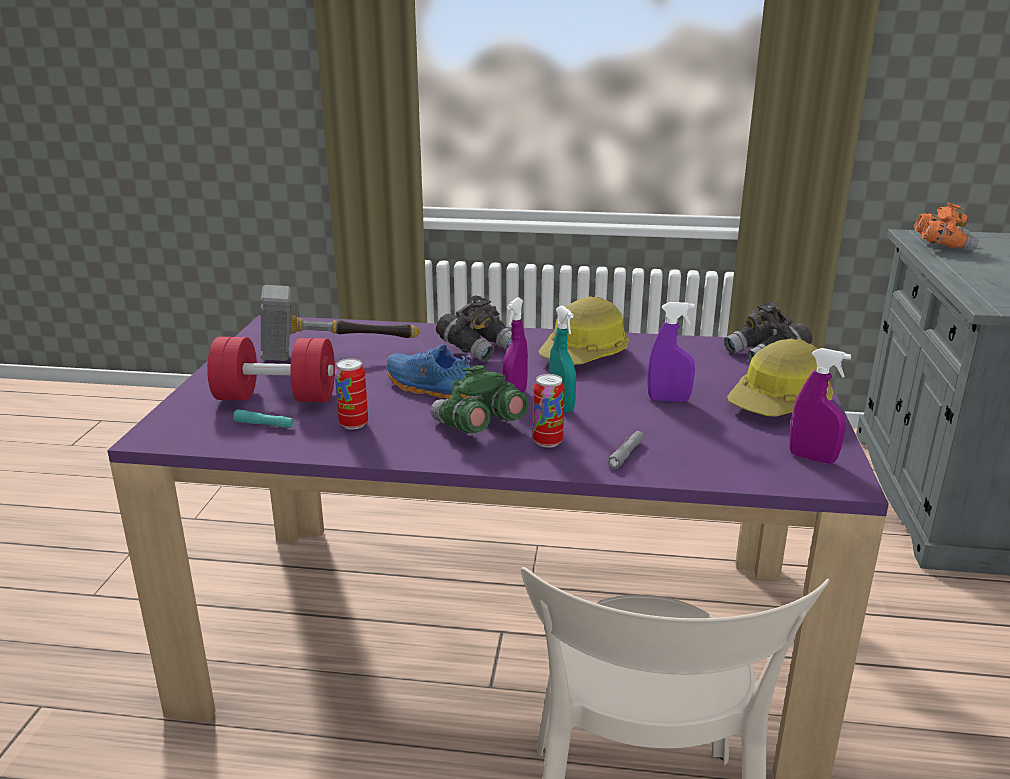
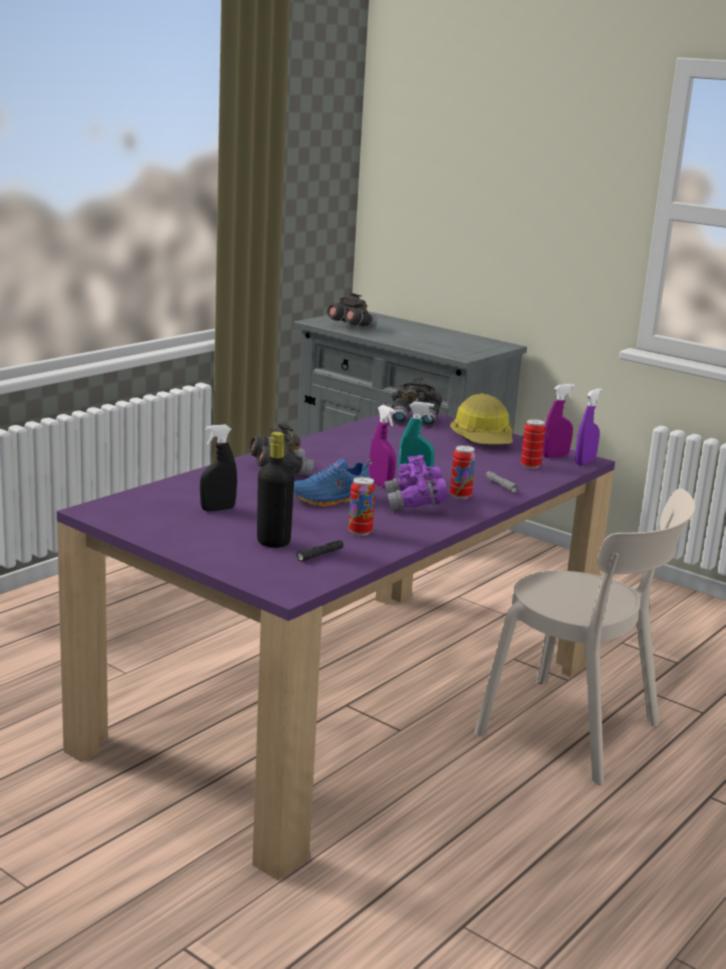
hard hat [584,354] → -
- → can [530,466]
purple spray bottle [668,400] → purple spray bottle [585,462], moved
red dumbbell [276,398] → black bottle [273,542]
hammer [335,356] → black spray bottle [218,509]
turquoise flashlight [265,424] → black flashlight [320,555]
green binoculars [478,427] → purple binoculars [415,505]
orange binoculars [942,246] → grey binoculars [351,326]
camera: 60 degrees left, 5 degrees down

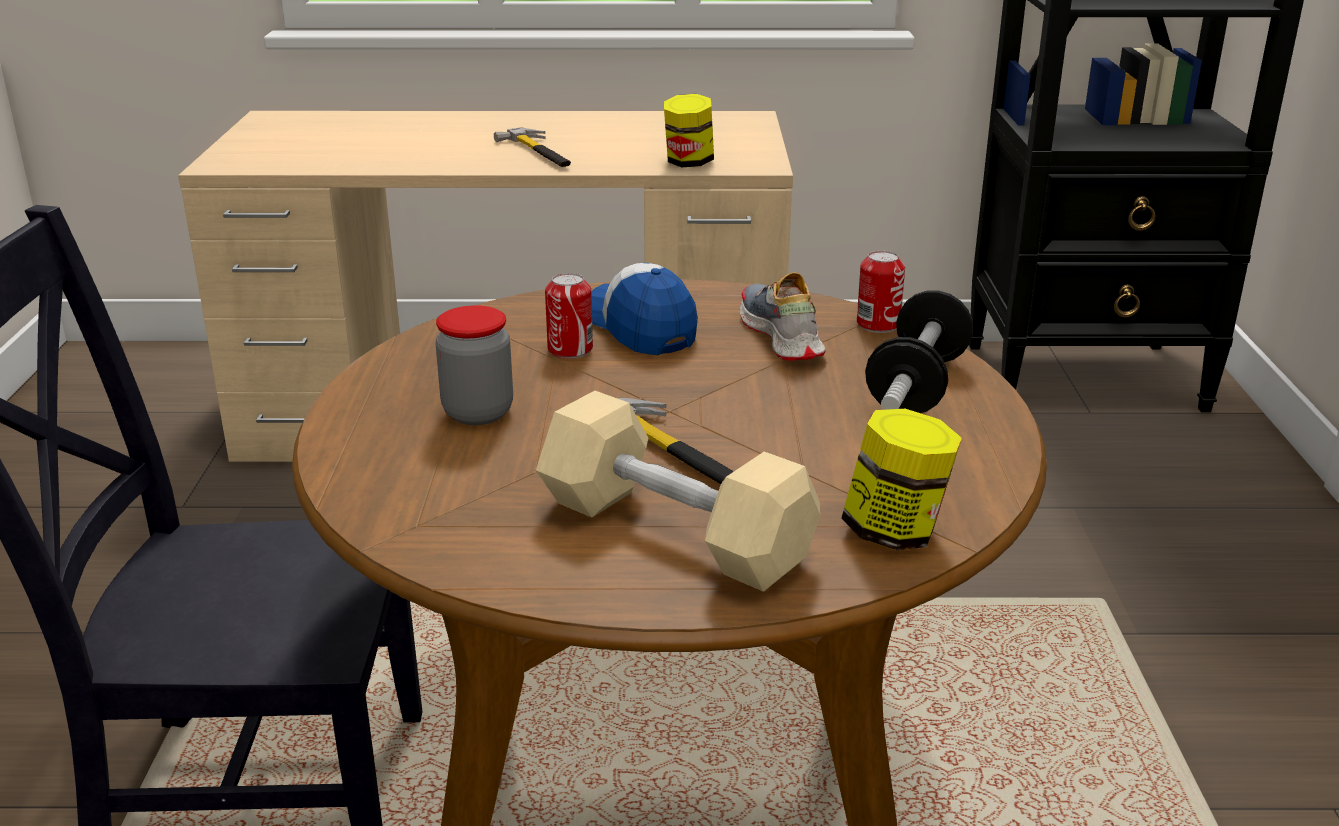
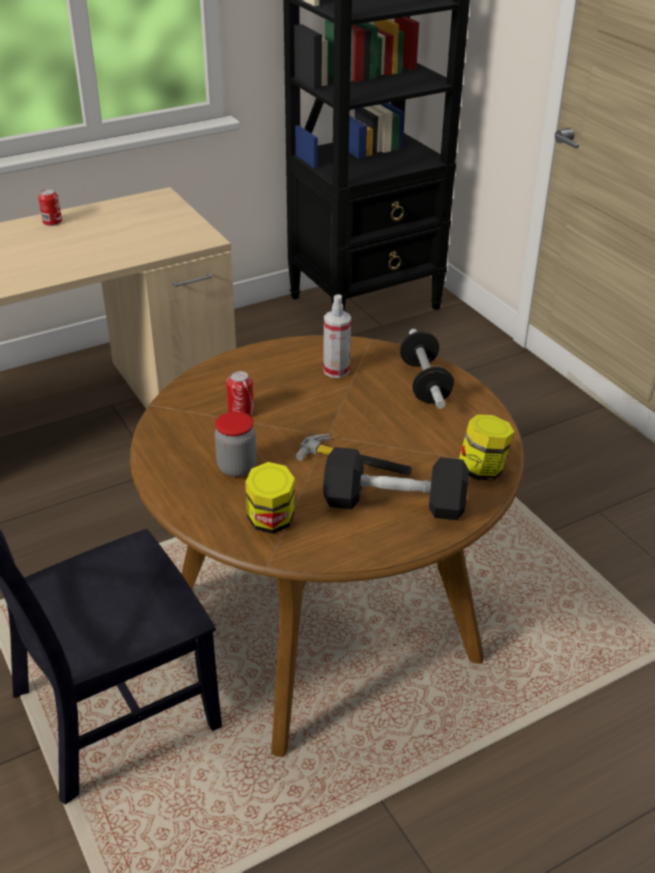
hammer [539,153] → -
cap [639,328] → -
jar [688,163] → jar [271,521], moved
can [878,324] → can [52,222], moved
shoe [780,336] → spray bottle [336,370]
beige dumbbell [674,531] → black dumbbell [394,503]
camera: 30 degrees left, 10 degrees up

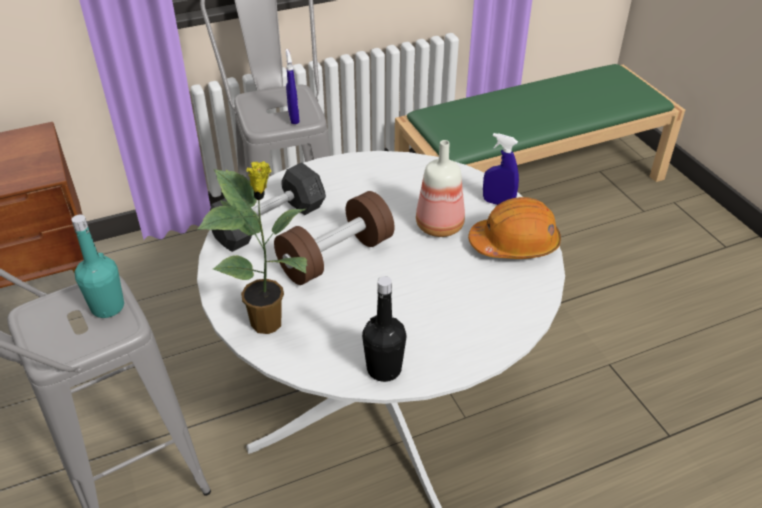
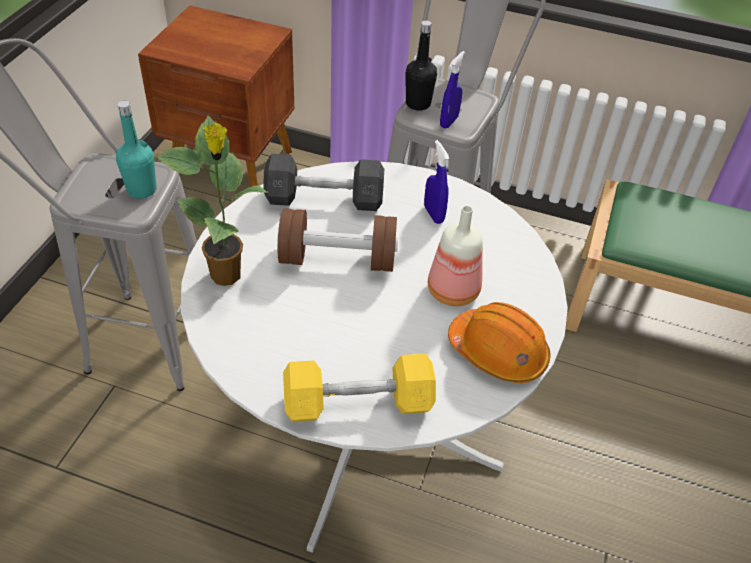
- → yellow dumbbell [358,403]
black bottle [384,369] → black bottle [418,104], moved
blue spray bottle [498,203] → blue spray bottle [433,214], moved
camera: 40 degrees right, 5 degrees up

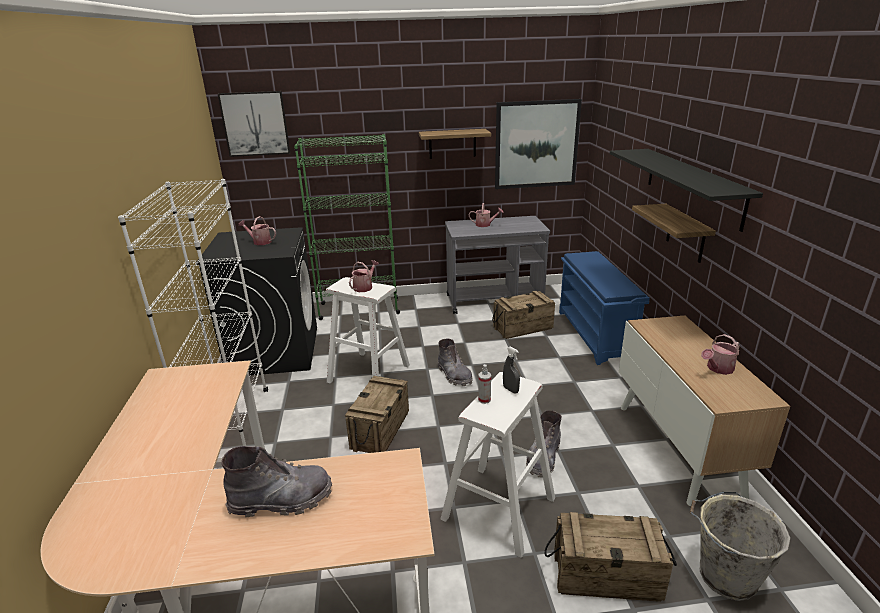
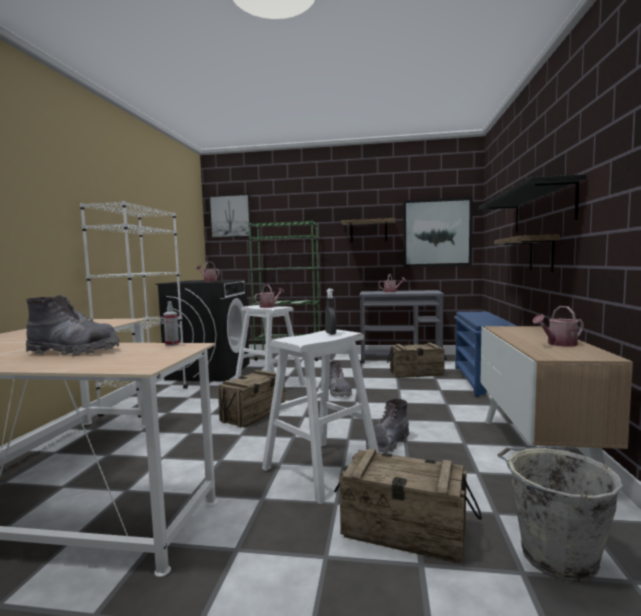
spray bottle [484,399] → spray bottle [172,344], moved
camera: 15 degrees right, 20 degrees down

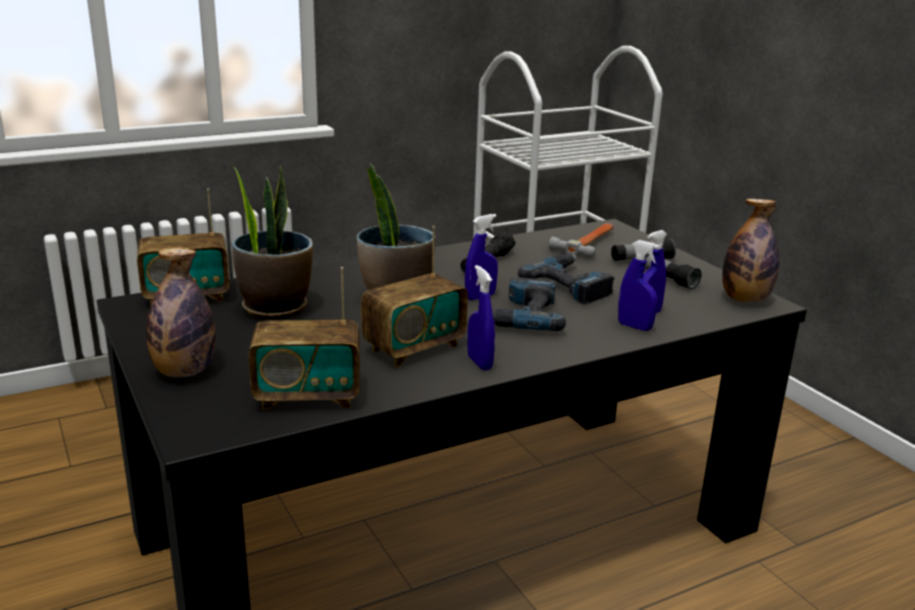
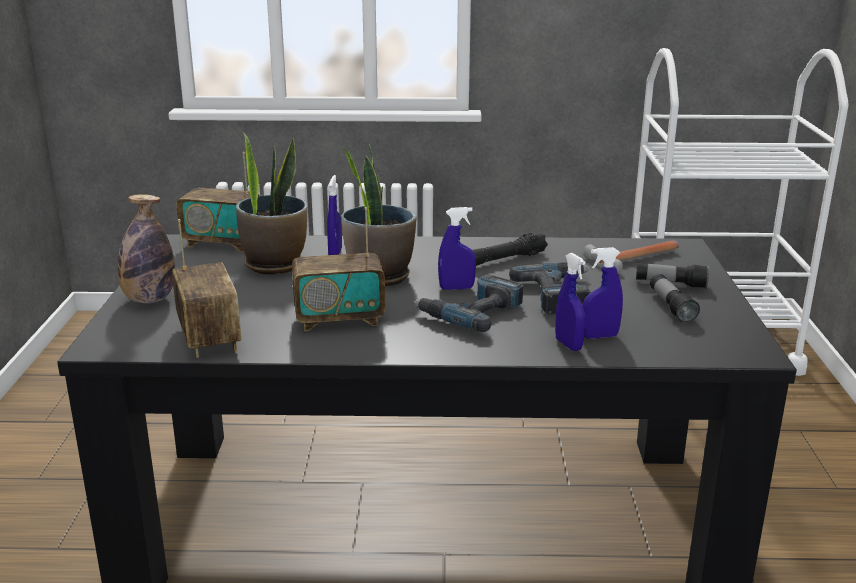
bottle [745,299] → -
blue spray bottle [479,363] → blue spray bottle [335,253], moved
radio [308,396] → radio [209,338], 135 degrees counterclockwise
camera: 30 degrees right, 0 degrees up

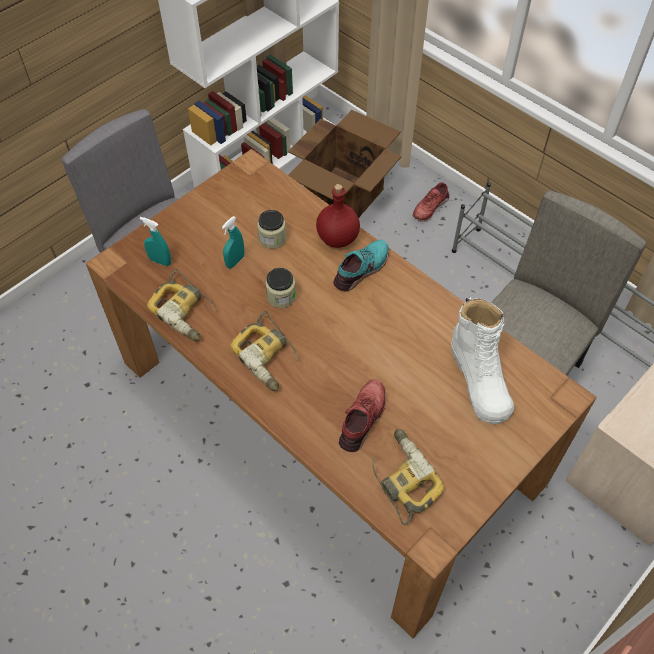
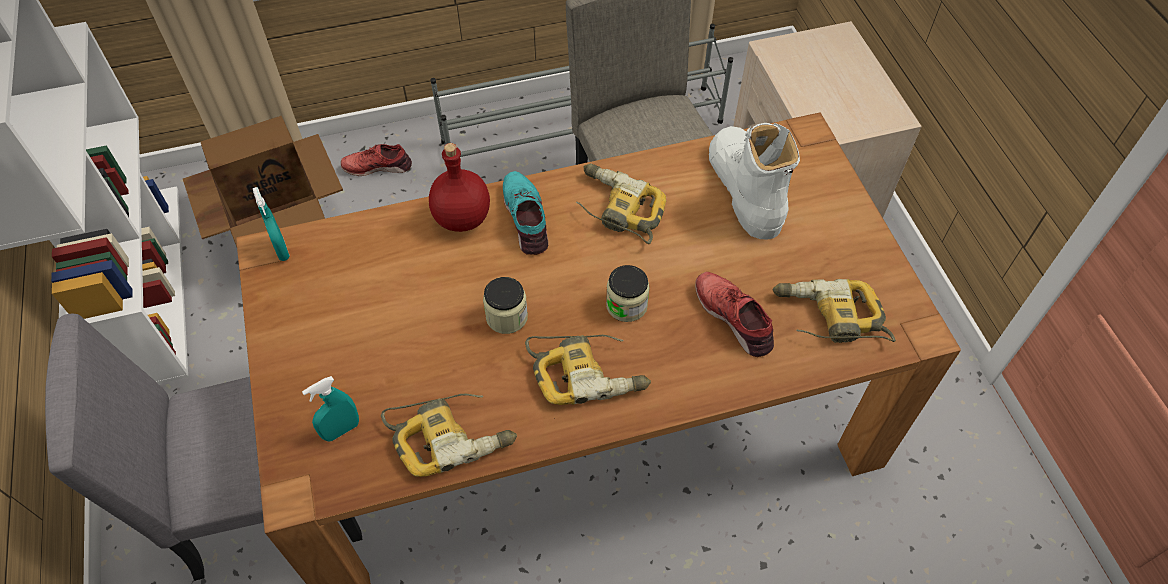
- → power drill [617,209]
turquoise spray bottle [235,261] → turquoise spray bottle [281,249], moved
jar [272,238] → jar [626,305], moved
red shoe [430,207] → red shoe [377,166], 105 degrees clockwise
white boot [479,379] → white boot [745,189], 120 degrees counterclockwise
camera: 60 degrees left, 0 degrees up

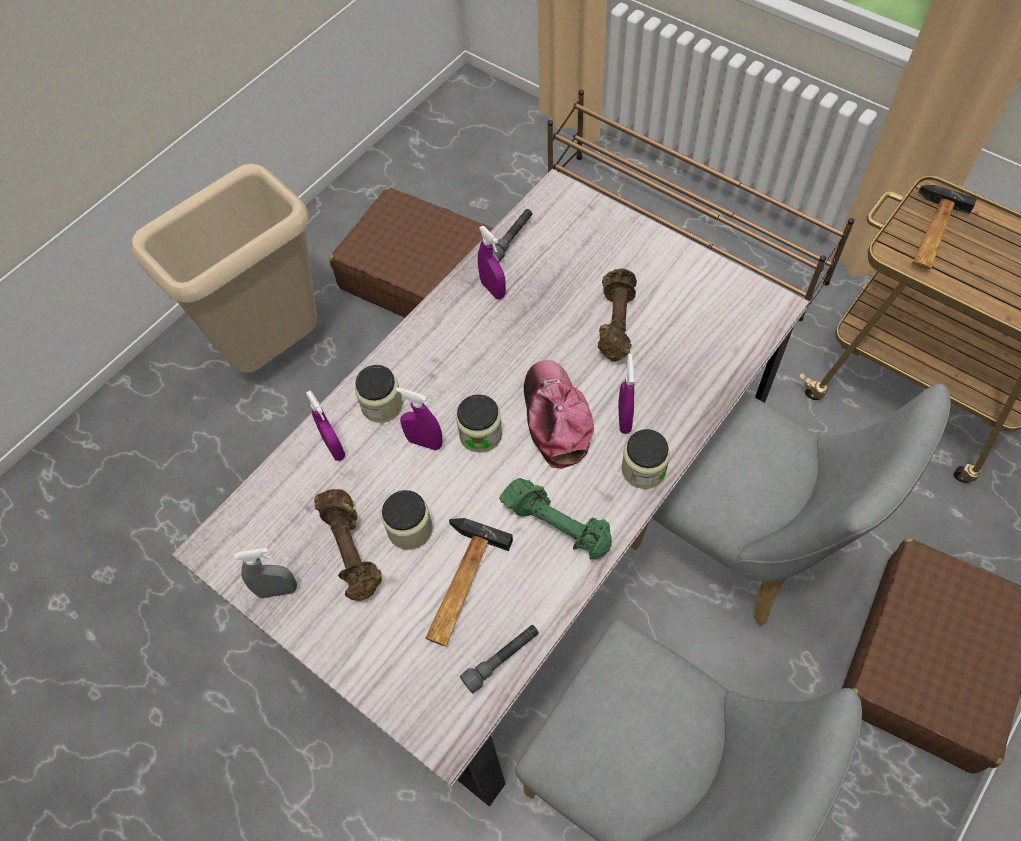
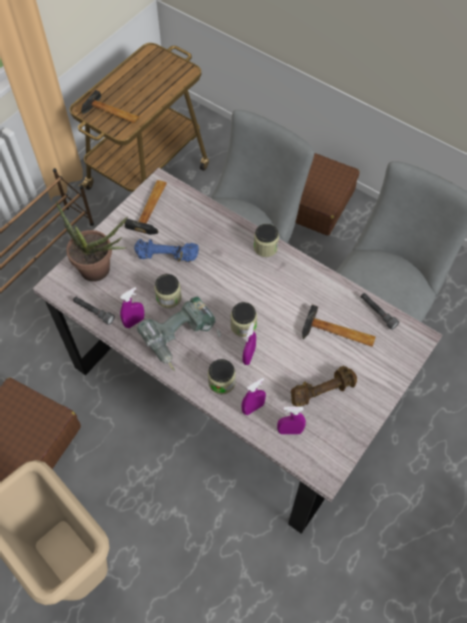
grey spray bottle [277,590] → -
green dumbbell [557,524] → -
cap [555,418] → -
- → potted plant [101,271]
- → hammer [152,208]
- → power drill [181,339]
jar [410,529] → jar [169,297], moved
purple spray bottle [624,419] → purple spray bottle [289,431], moved
brown dumbbell [615,323] → blue dumbbell [166,256]
camera: 95 degrees left, 0 degrees up

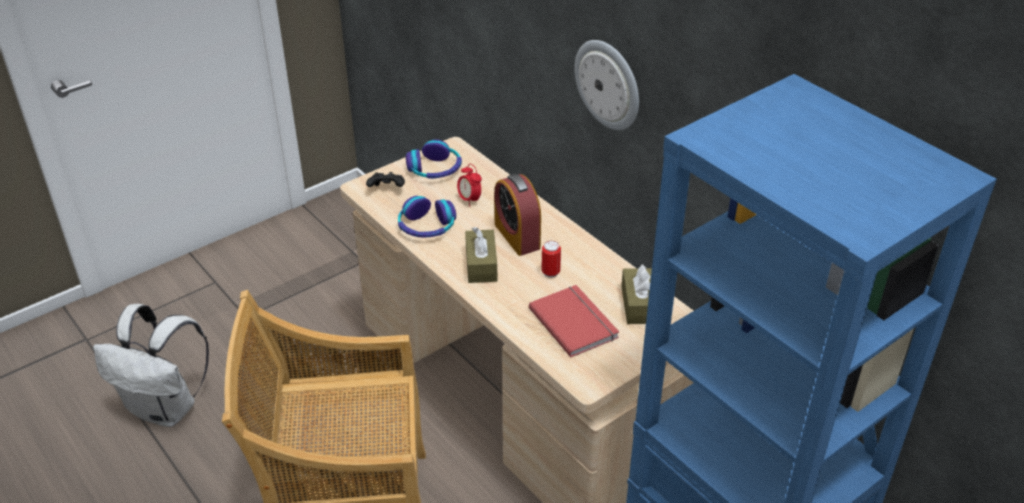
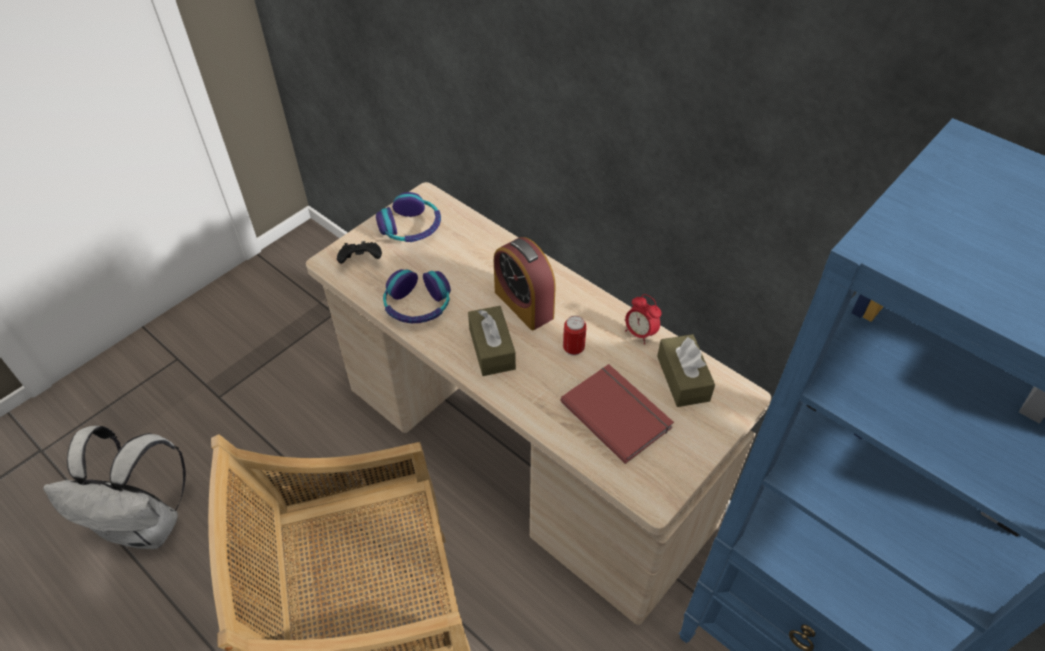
wall clock [608,84] → -
alarm clock [469,200] → alarm clock [640,333], moved
camera: 10 degrees left, 10 degrees up

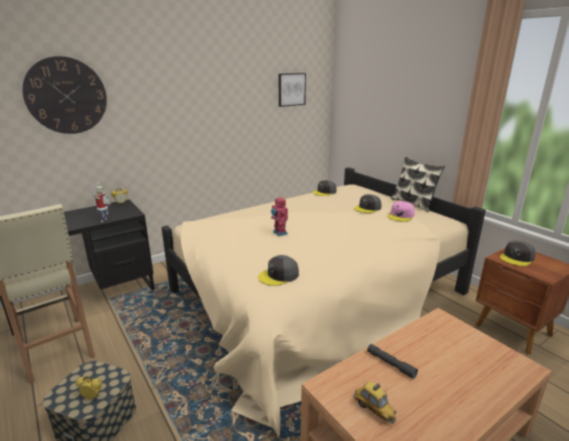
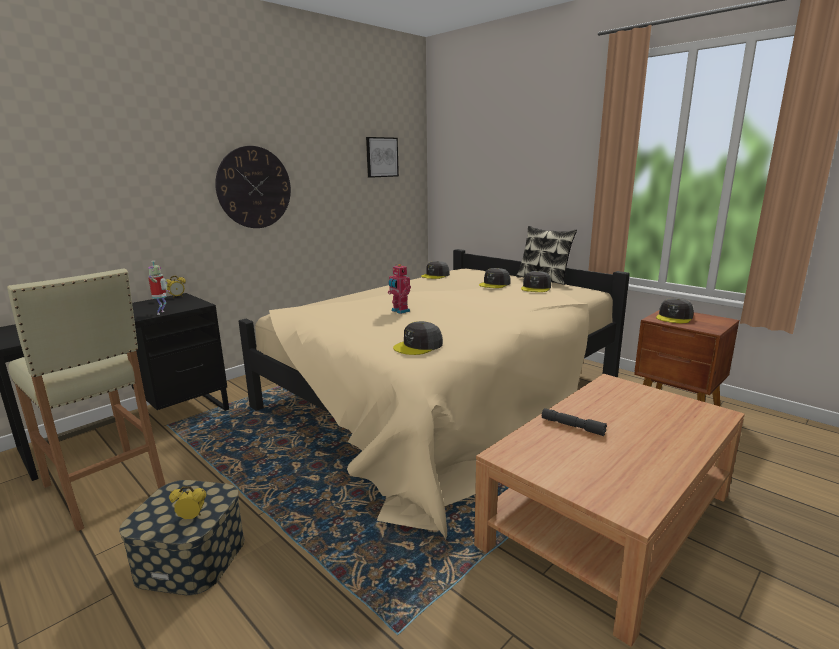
toy car [374,409] → -
wall clock [66,96] → wall clock [254,187], moved
pink cap [401,216] → grey cap [536,288]
camera: 10 degrees left, 5 degrees down

